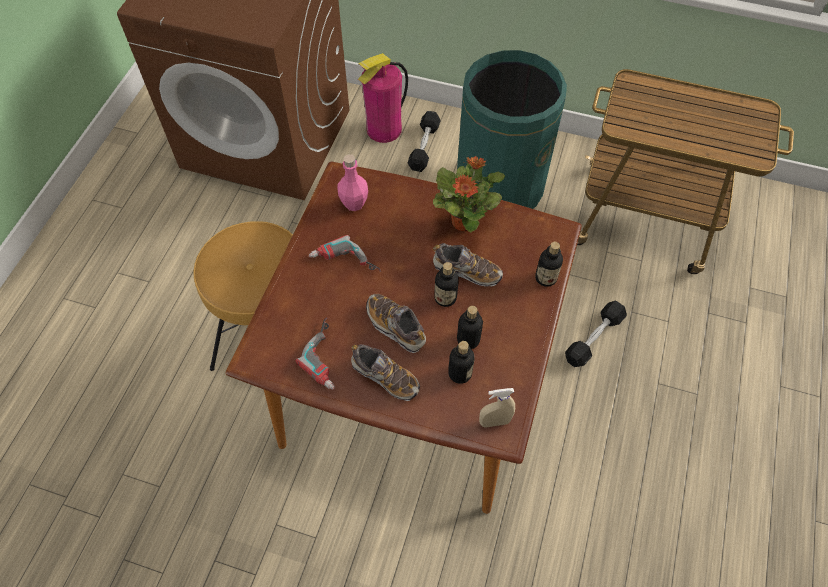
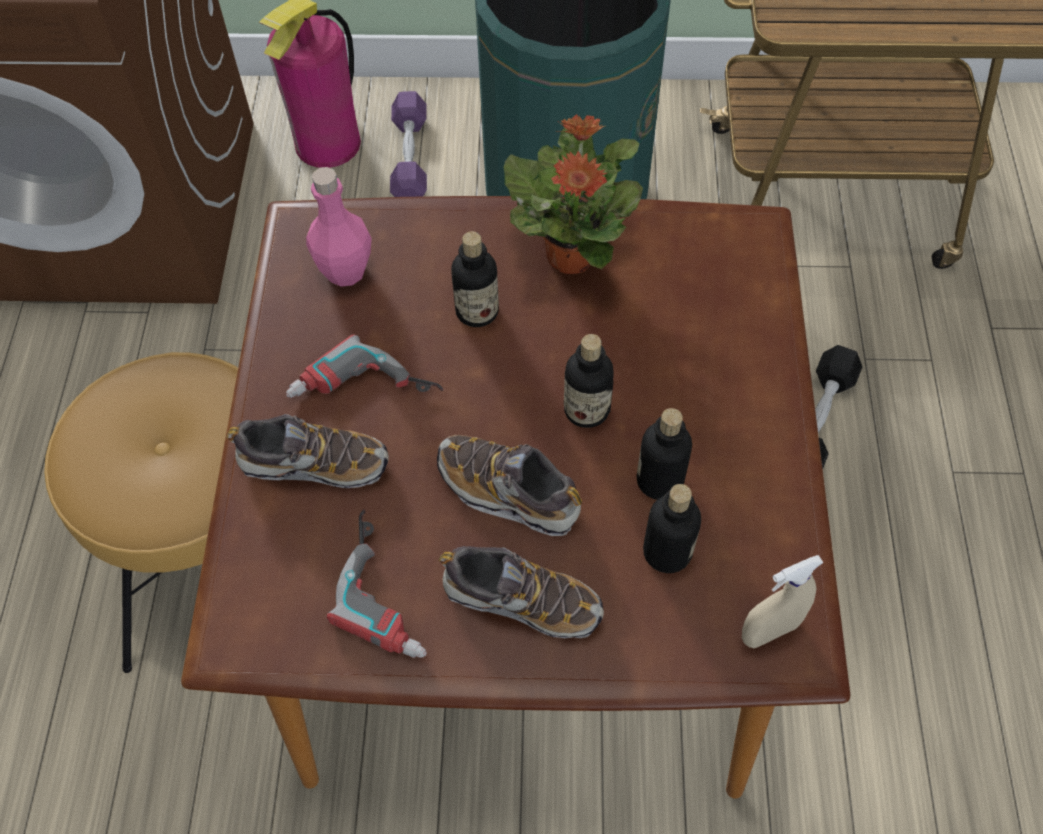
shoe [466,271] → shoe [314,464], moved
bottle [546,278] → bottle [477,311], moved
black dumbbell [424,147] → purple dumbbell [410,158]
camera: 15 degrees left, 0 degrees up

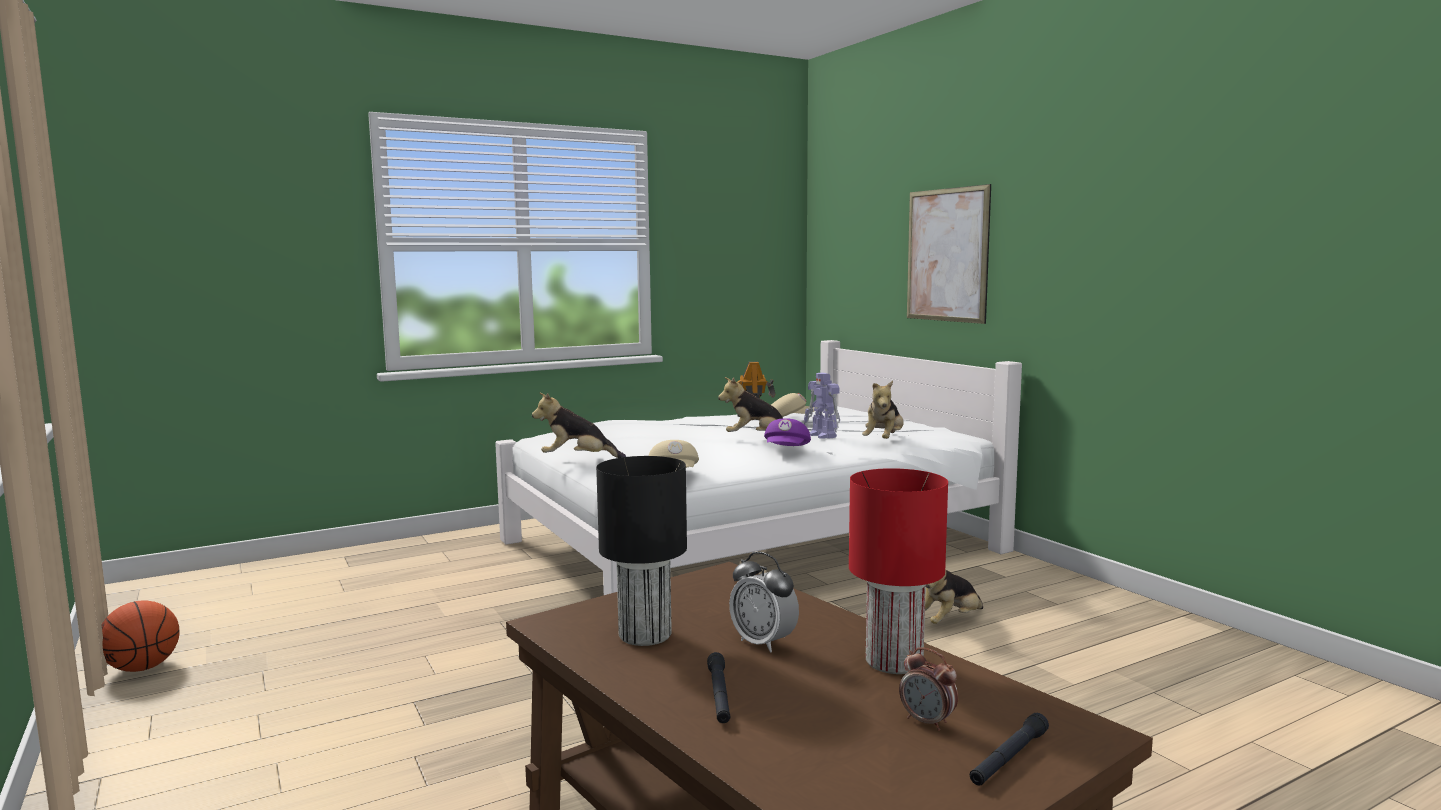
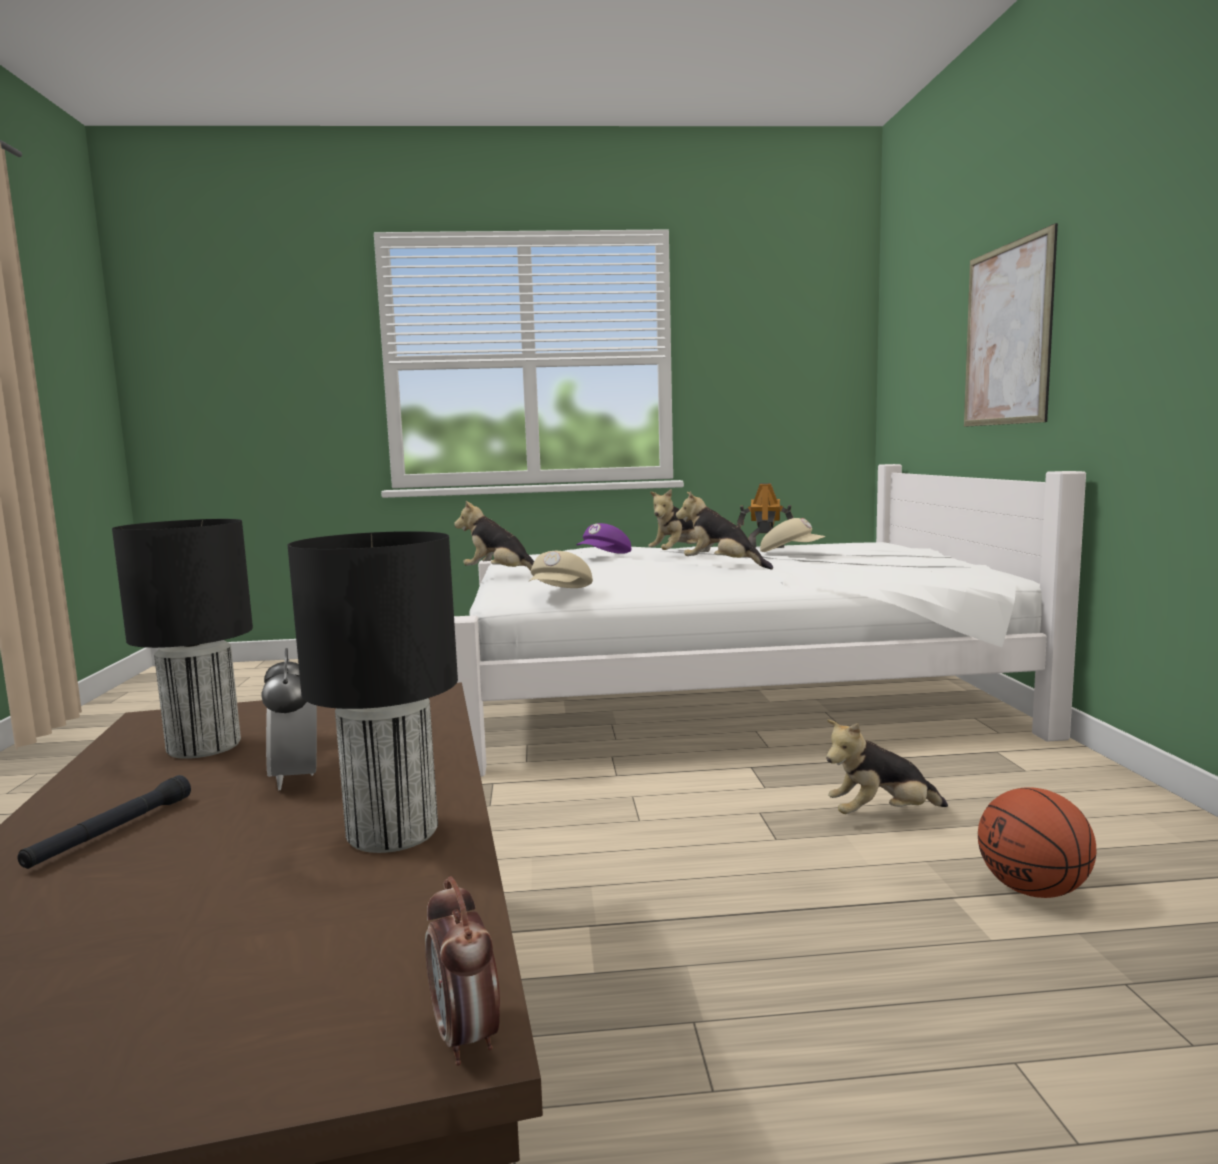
toy robot [823,436] → -
black flashlight [1008,758] → -
basketball [143,668] → basketball [1033,890], moved
purple cap [787,451] → purple cap [604,556], moved
plush toy [884,441] → plush toy [679,555], moved
alarm clock [927,722] → alarm clock [466,1037], moved
red table lamp [894,662] → black table lamp [390,833]
camera: 25 degrees right, 0 degrees up

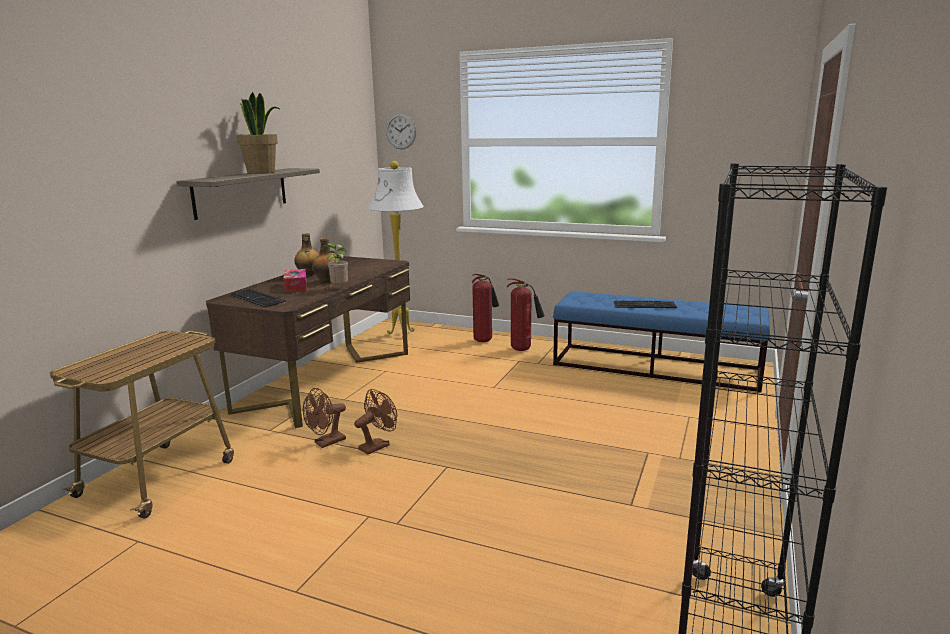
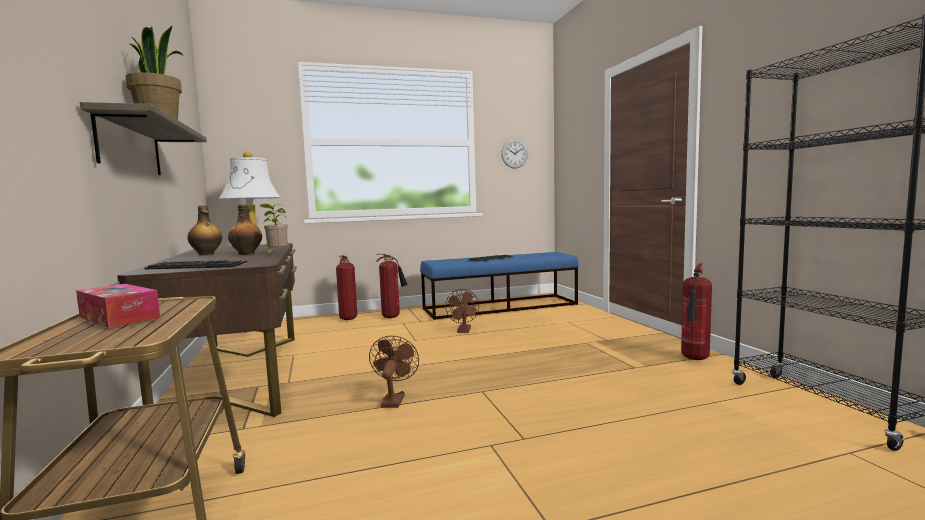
- → fire extinguisher [694,359]
tissue box [296,286] → tissue box [119,317], moved
brown fan [326,443] → brown fan [463,331], moved
wall clock [401,131] → wall clock [514,154], moved
camera: 40 degrees left, 10 degrees down

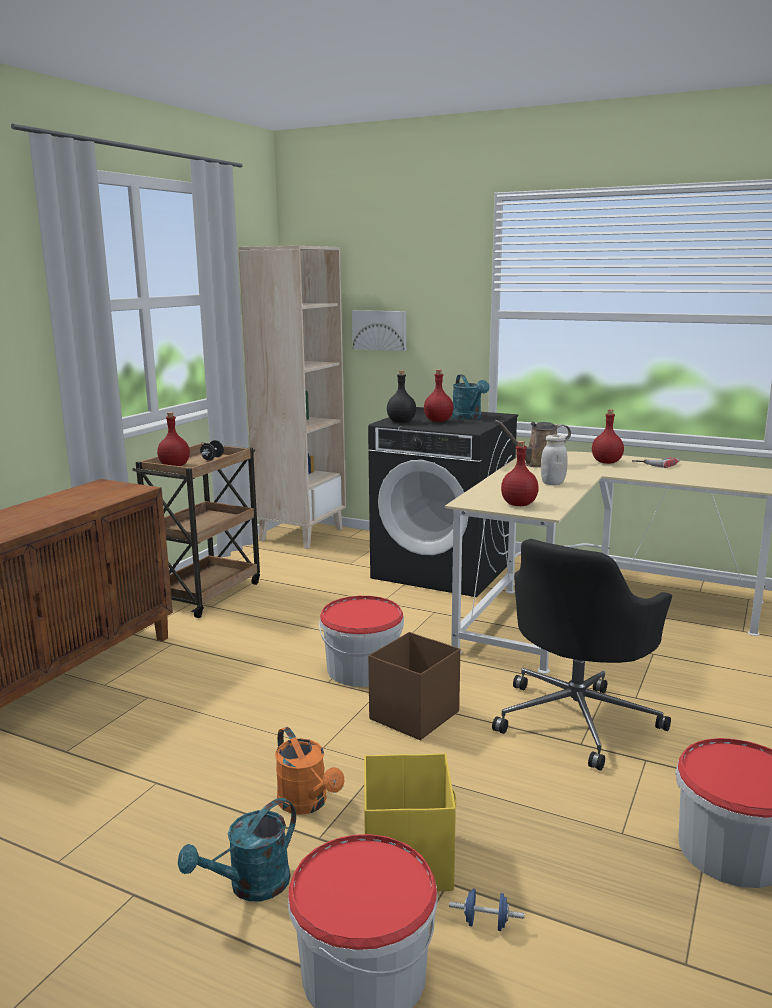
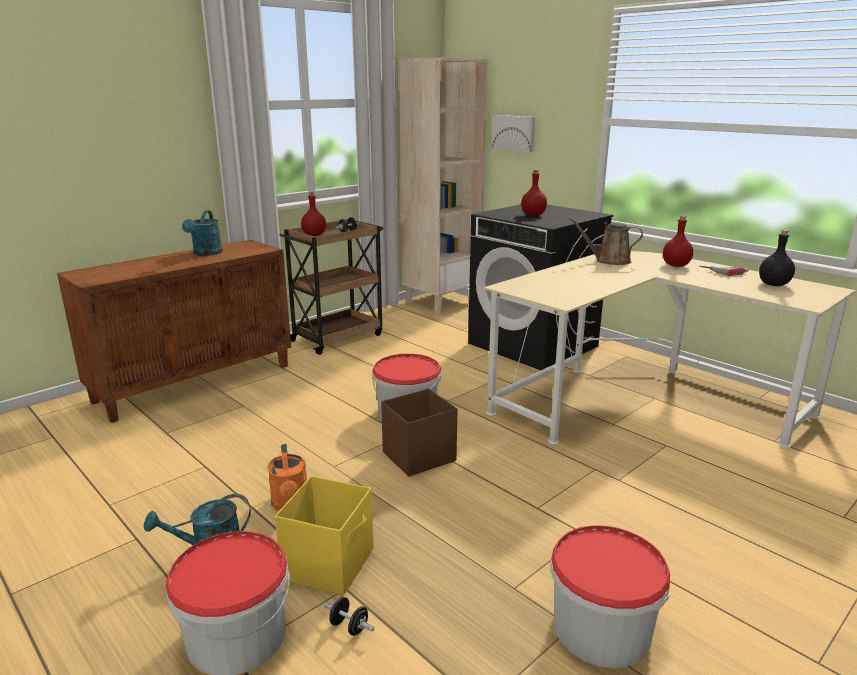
black office chair [577,719] → -
red bottle [518,504] → -
white jar [553,483] → -
black bottle [401,422] → black bottle [774,284], moved
turquoise watering can [469,417] → turquoise watering can [206,253], moved
blue dumbbell [486,923] → black dumbbell [349,627]
camera: 20 degrees right, 5 degrees up

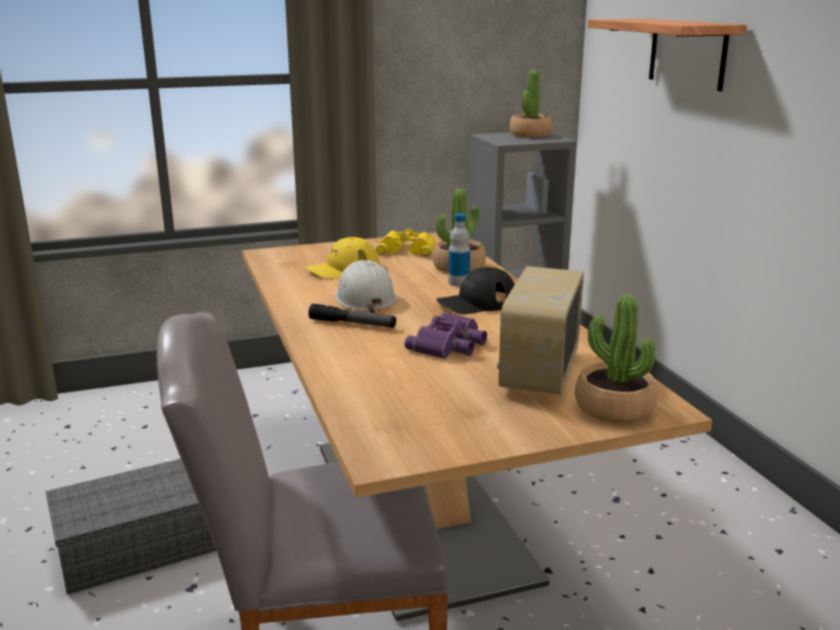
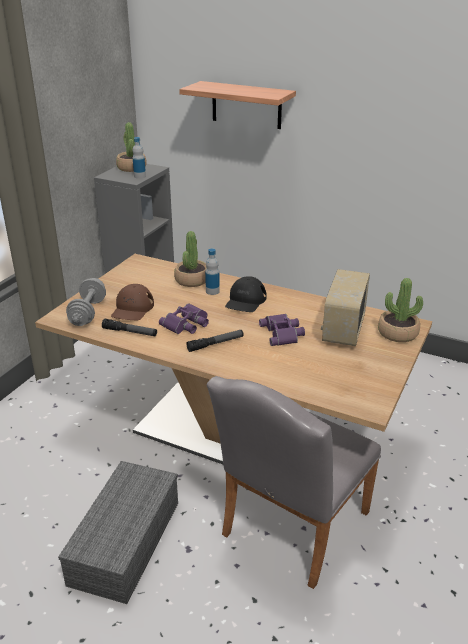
yellow binoculars [407,249] → -
- → grey dumbbell [88,313]
- → flashlight [130,332]
- → bottle [140,176]
white hard hat [364,298] → purple binoculars [187,324]
yellow cap [343,269] → brown cap [132,309]
radio [538,371] → radio [342,329], 45 degrees clockwise
camera: 45 degrees left, 10 degrees up

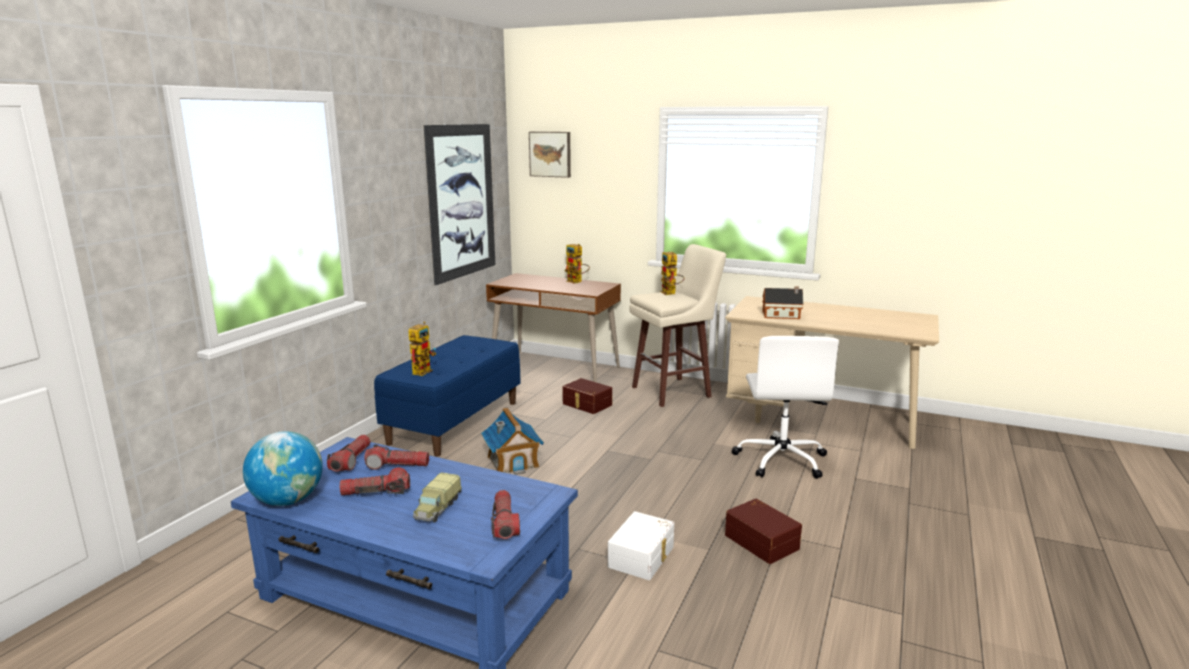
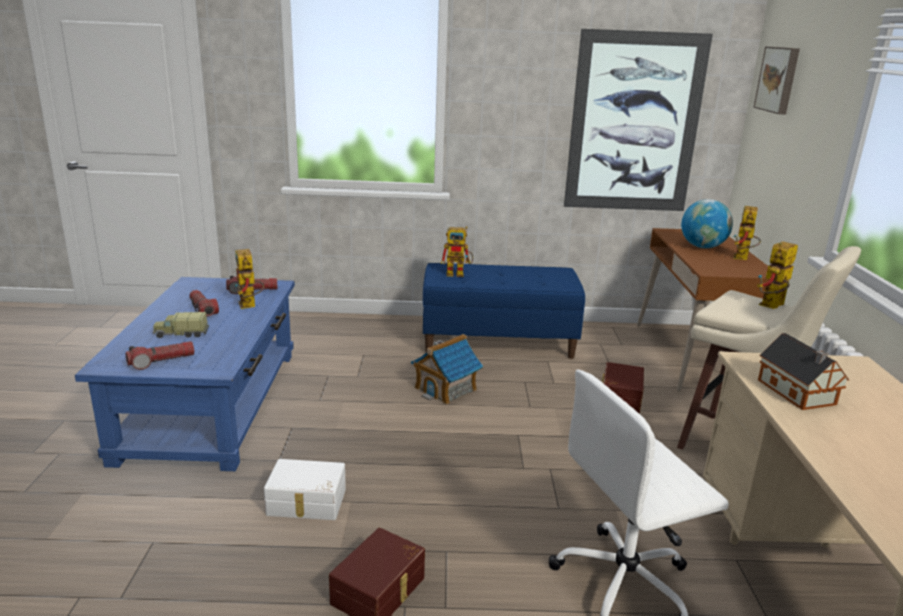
globe [288,500] → globe [702,247], moved
flashlight [397,465] → toy robot [250,306]
camera: 65 degrees right, 5 degrees up

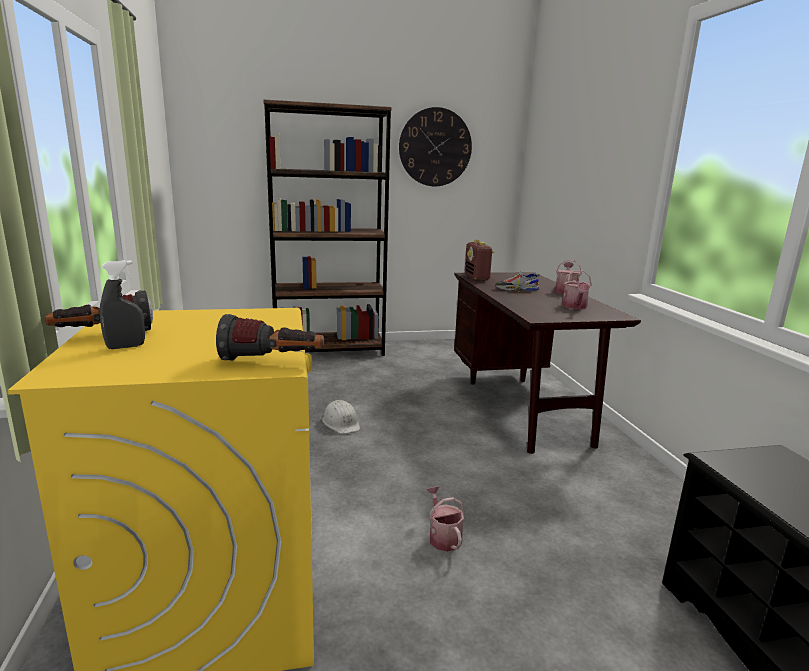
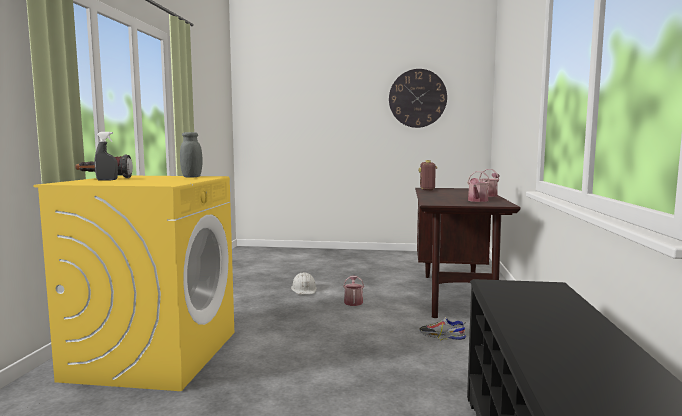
flashlight [272,362] → -
brown bookcase [329,350] → -
- → grey jar [192,177]
watering can [443,536] → watering can [353,301], moved
shoe [516,289] → shoe [442,335], moved
camera: 20 degrees right, 10 degrees down

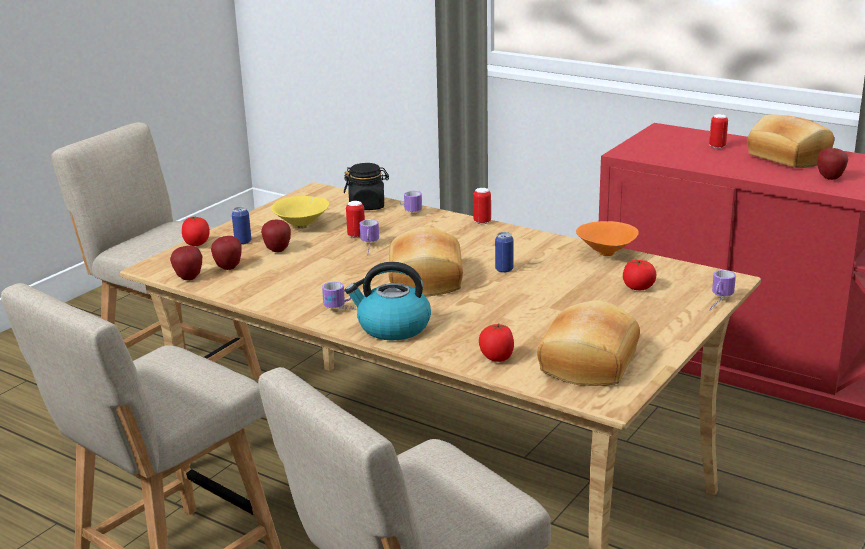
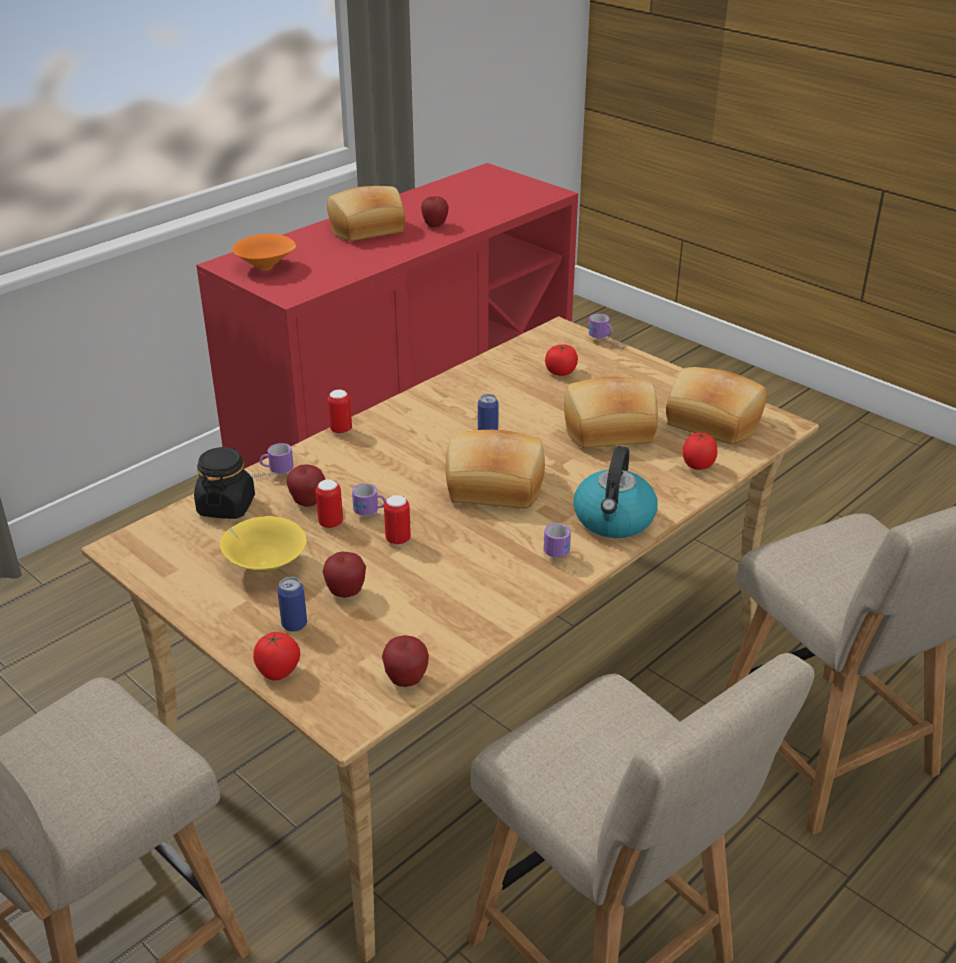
- → bread [609,430]
apple [228,267] → apple [308,503], moved
orange bowl [606,254] → orange bowl [267,267], moved
can [717,147] → can [398,540], moved
camera: 80 degrees left, 10 degrees up

